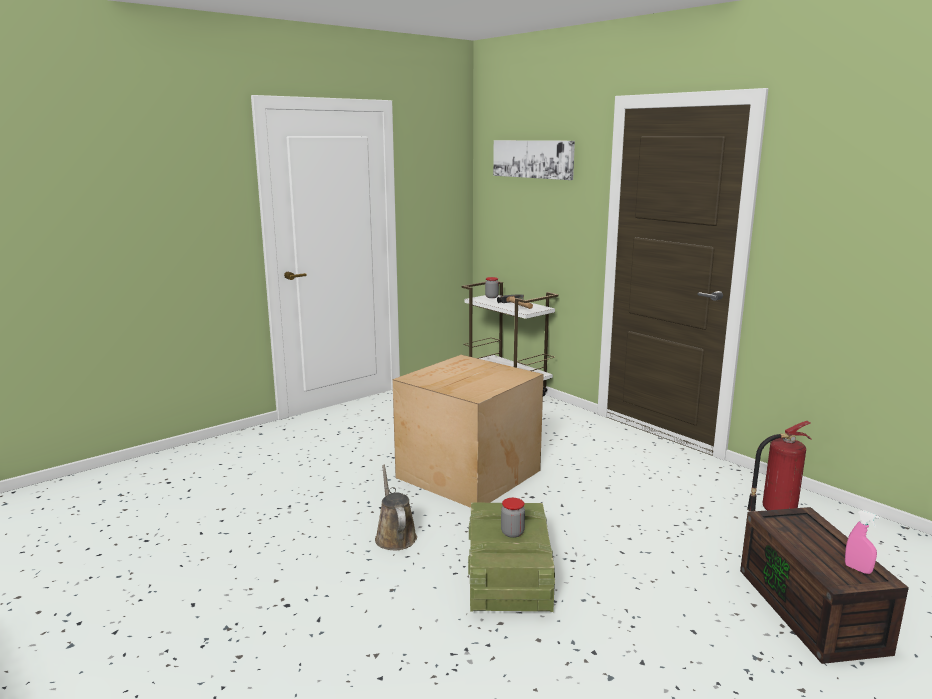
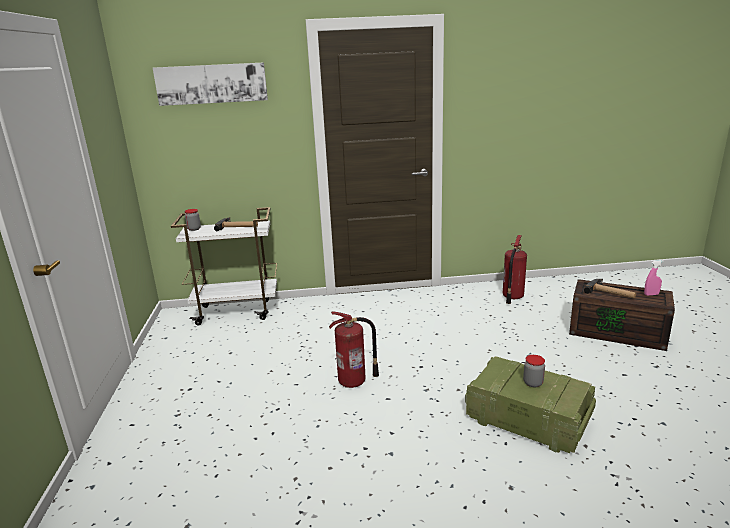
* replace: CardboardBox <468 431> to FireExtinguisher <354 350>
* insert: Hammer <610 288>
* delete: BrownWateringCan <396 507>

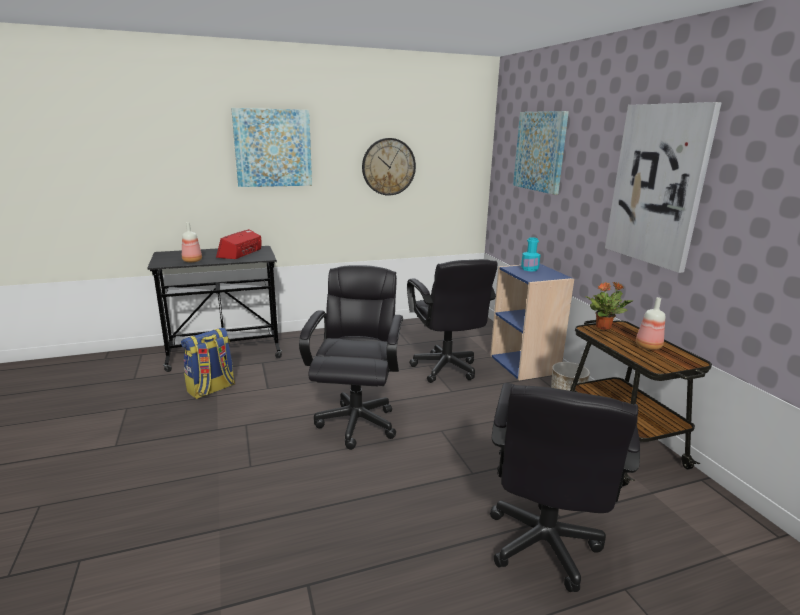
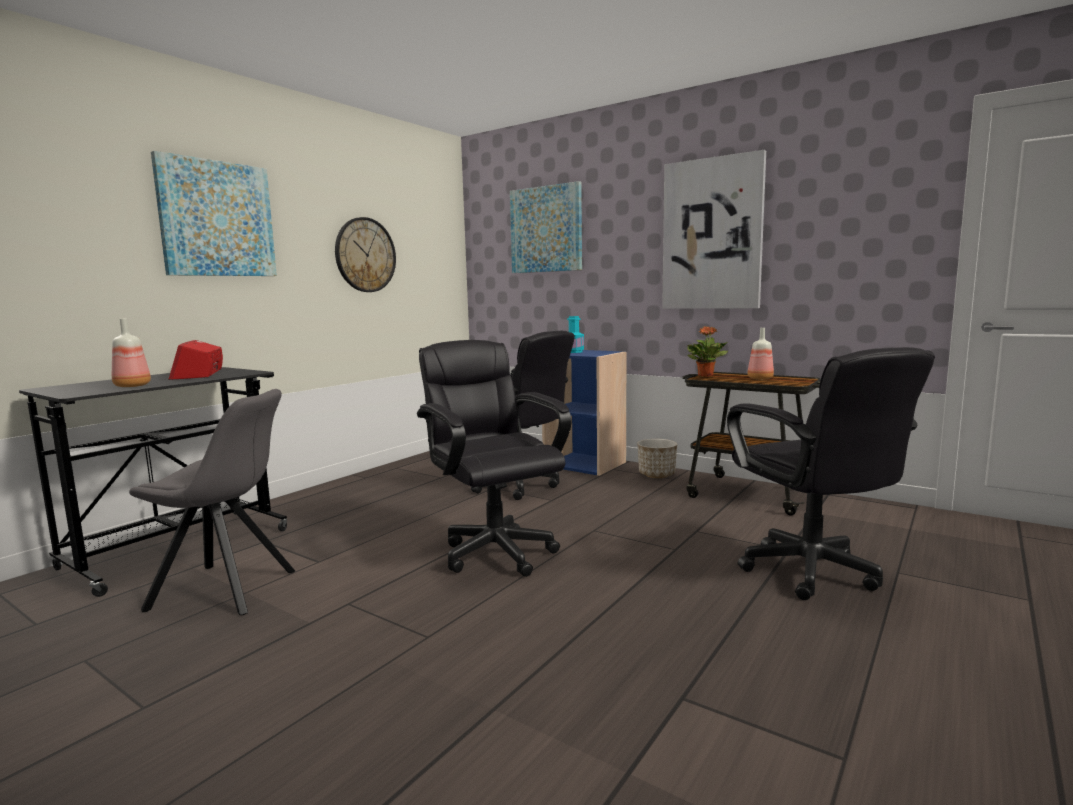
* replace: Backpack <208 363> to GreyChair <212 502>

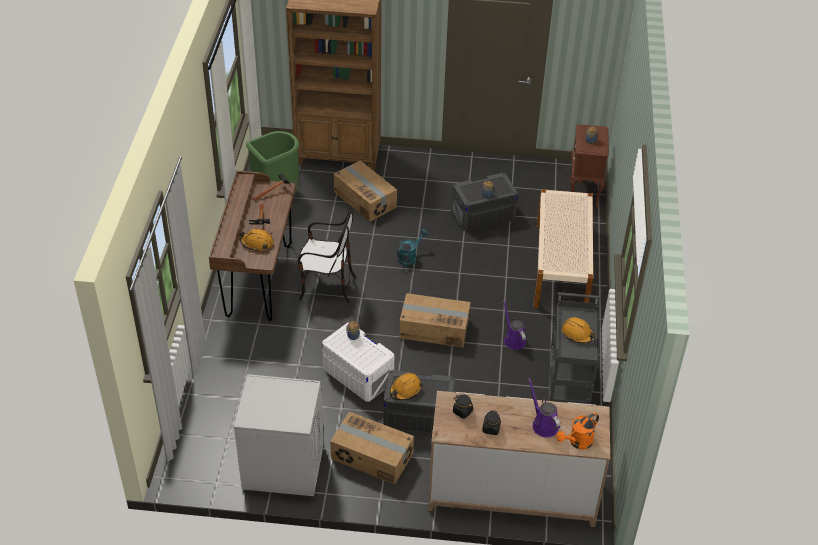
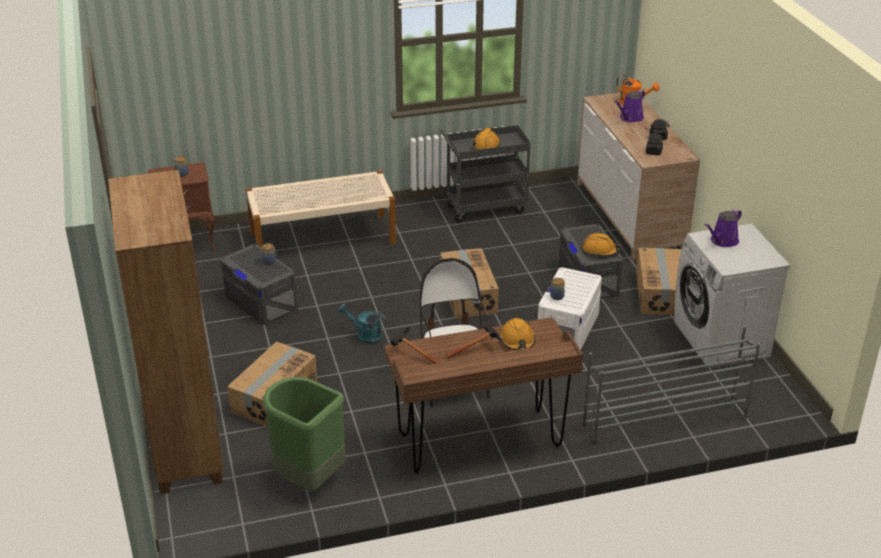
* insert: GreyShoeRack <671 387>
* move: PurpleWateringCan <514 325> to <723 228>

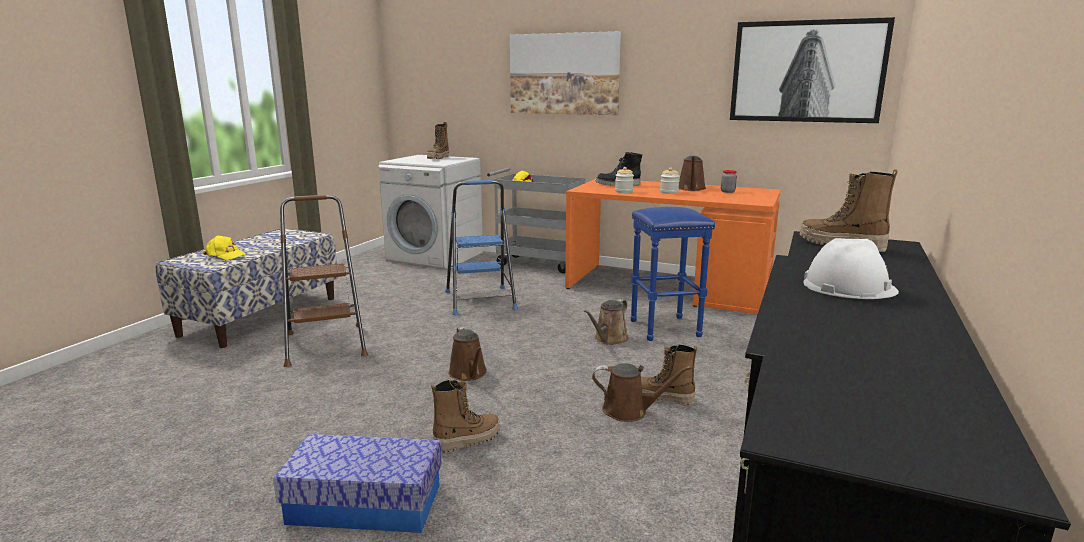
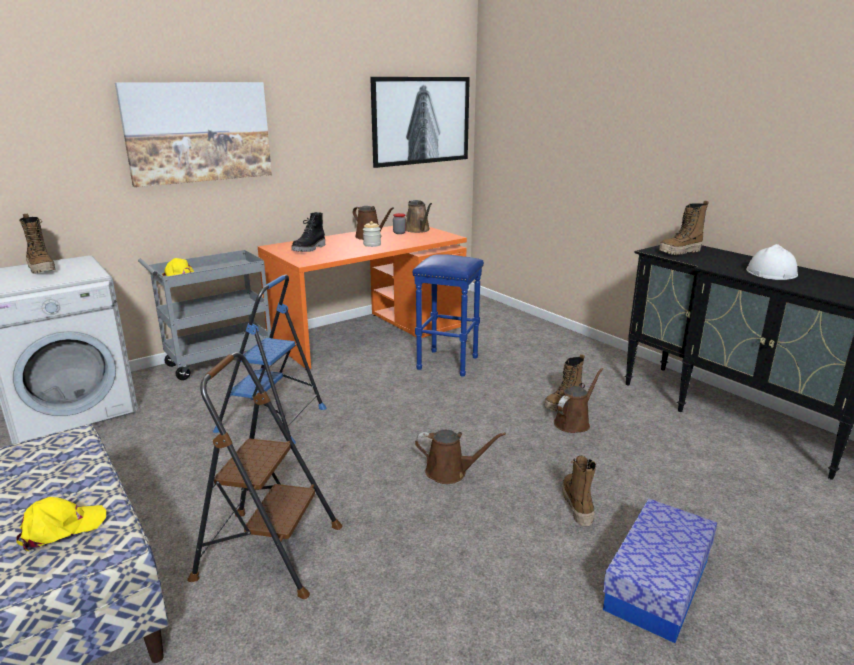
* move: BrownWateringCan <606 322> to <419 216>
* delete: Jar <624 180>

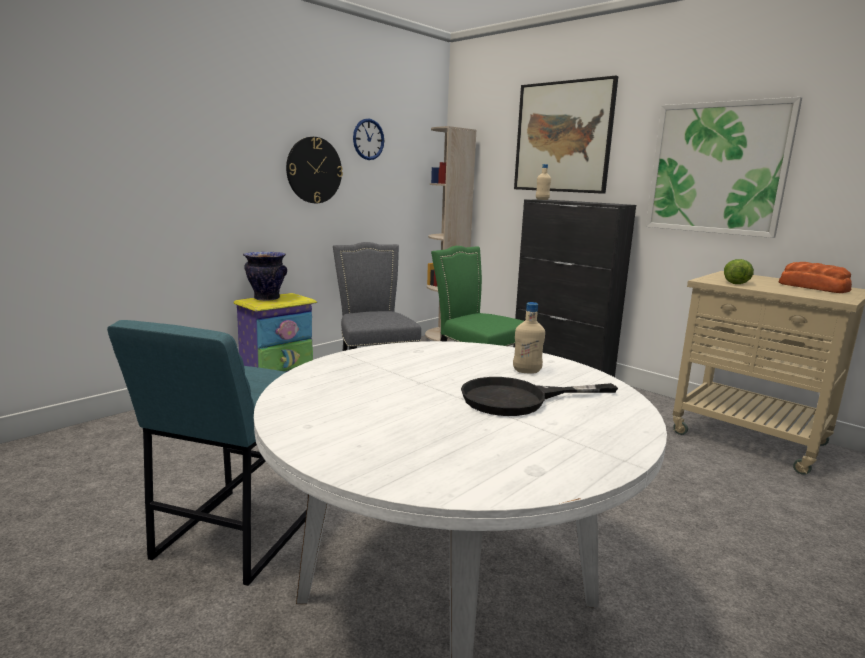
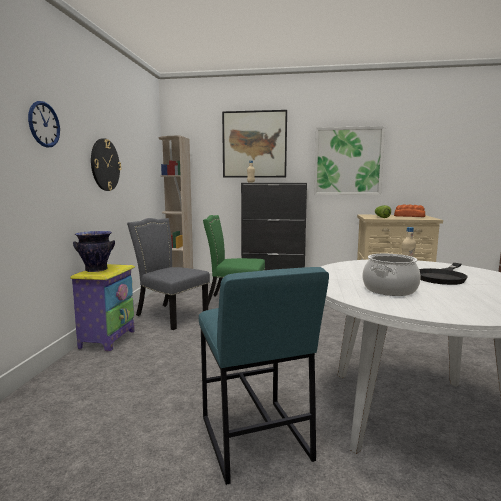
* move: WallClock <368 139> to <44 124>
* insert: CookingPot <391 275>

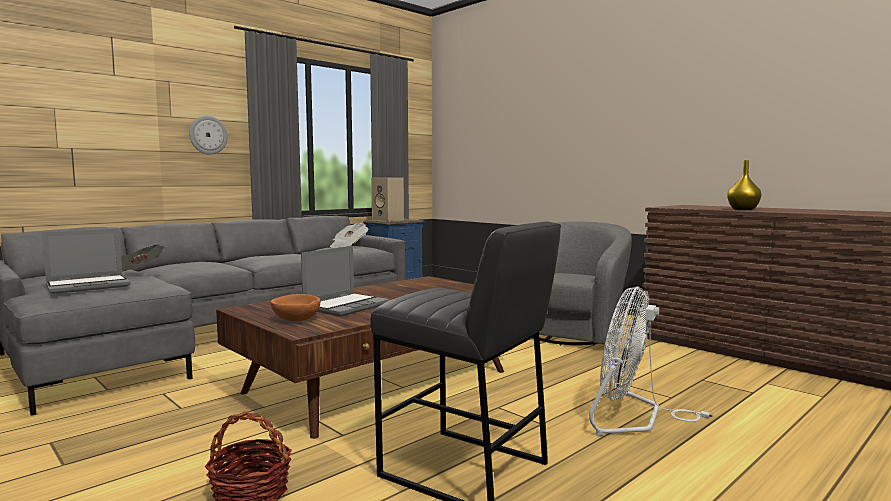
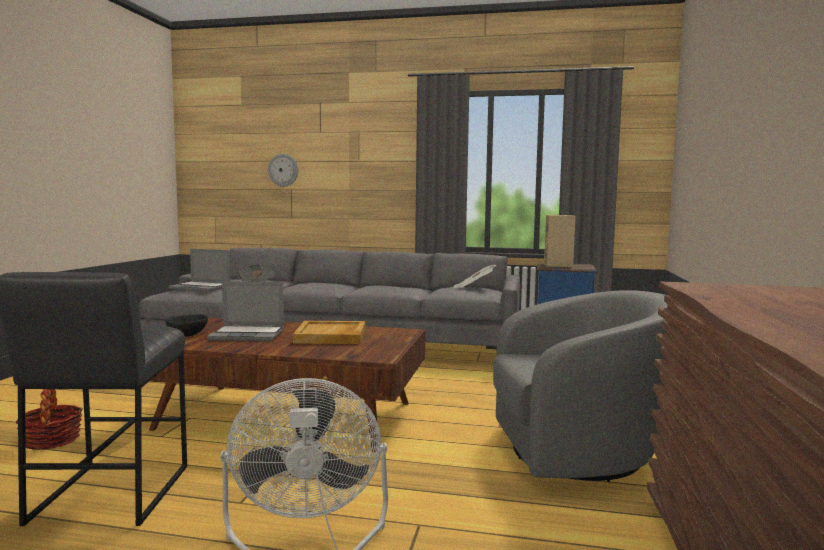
* recolor: OrangeBowl <295 307> to BlackBowl <186 325>
* move: WallClock <208 135> to <283 170>
* insert: BeigeTray <329 332>
* delete: YellowVase <744 185>

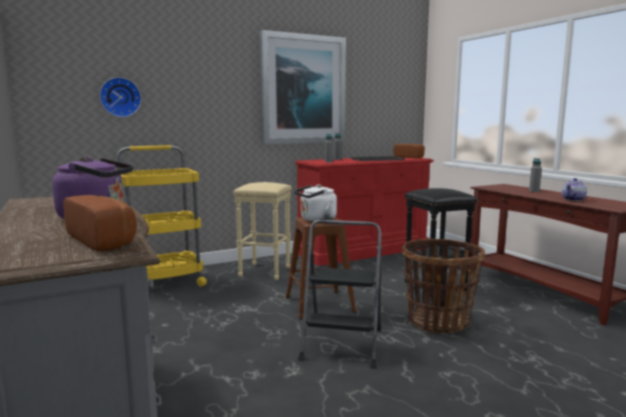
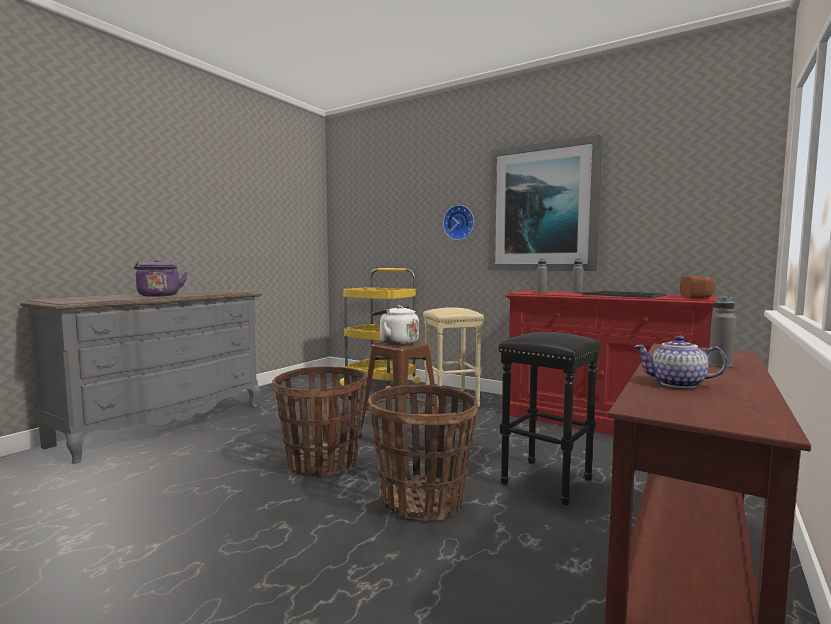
* replace: BlackStepLadder <339 294> to Basket <319 422>
* move: WallClock <120 97> to <458 222>
* delete: Bread <100 223>

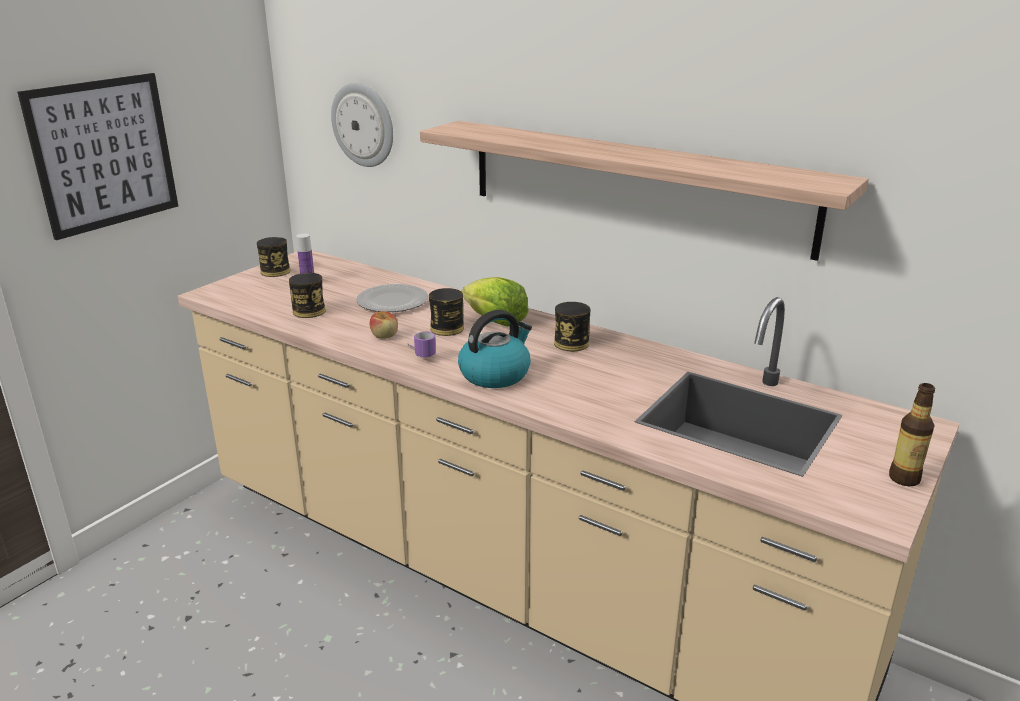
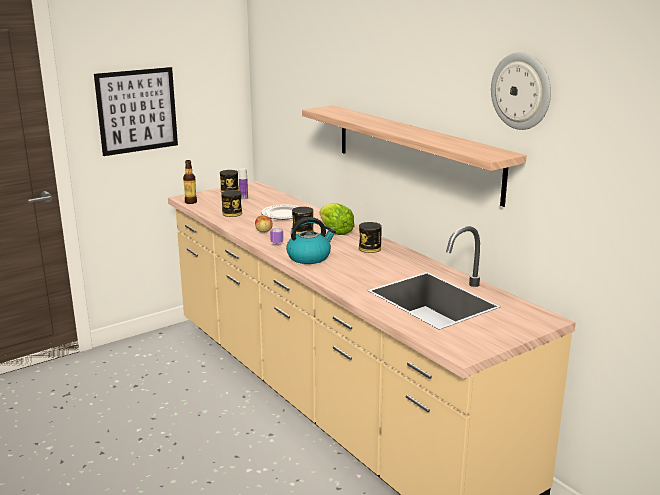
* move: Bottle <912 434> to <190 182>
* move: WallClock <362 125> to <521 91>

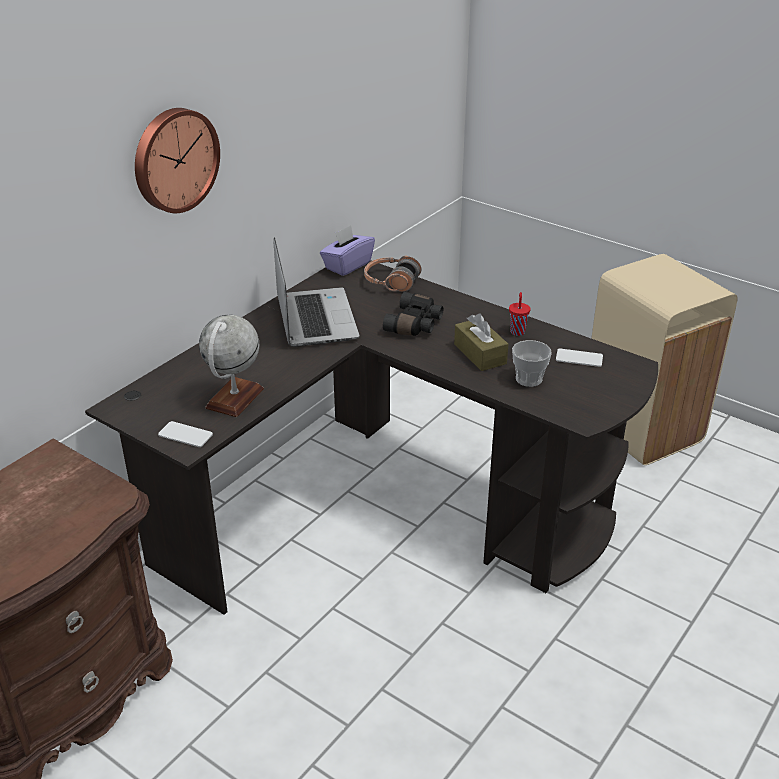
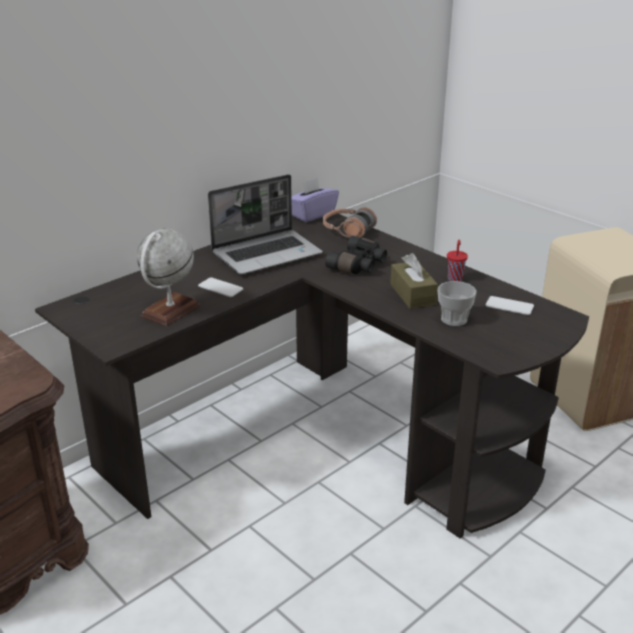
* move: Phone <185 434> to <220 287>
* rotate: Laptop <316 292> = <265 224> 60 degrees clockwise
* delete: WallClock <177 160>

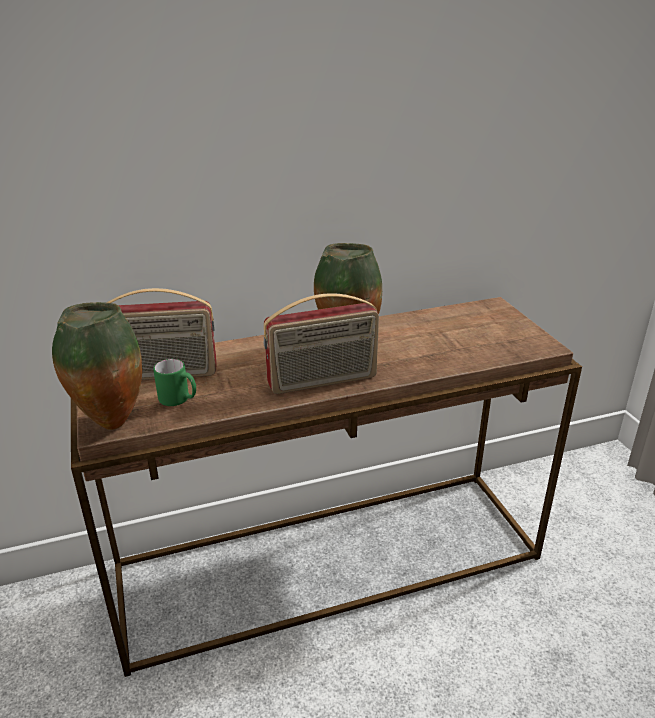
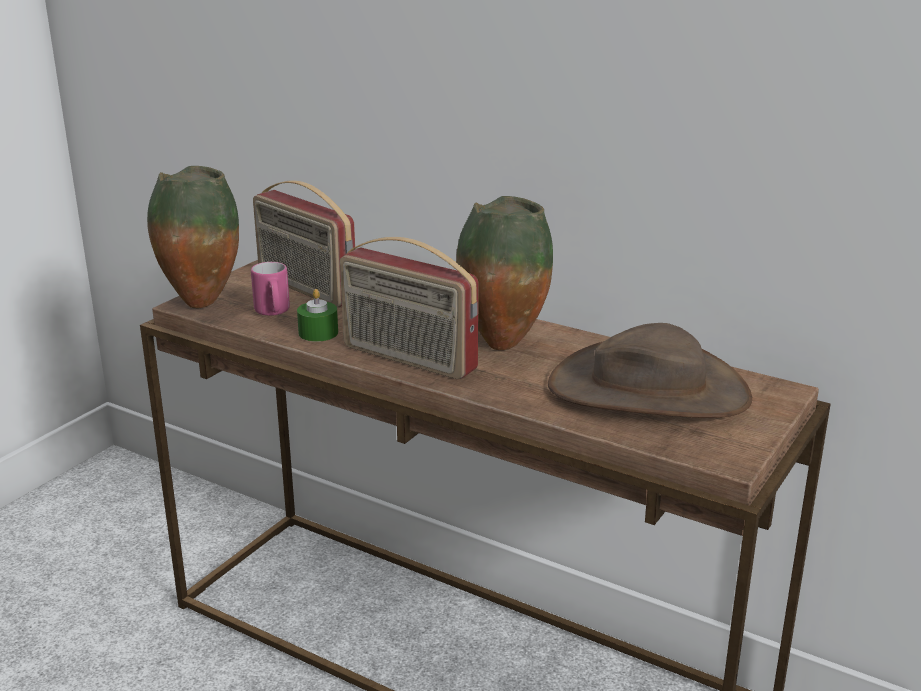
* recolor: GreenMug <174 382> to PinkMug <270 289>
* insert: GreenCandle <317 315>
* insert: BrownHat <650 370>

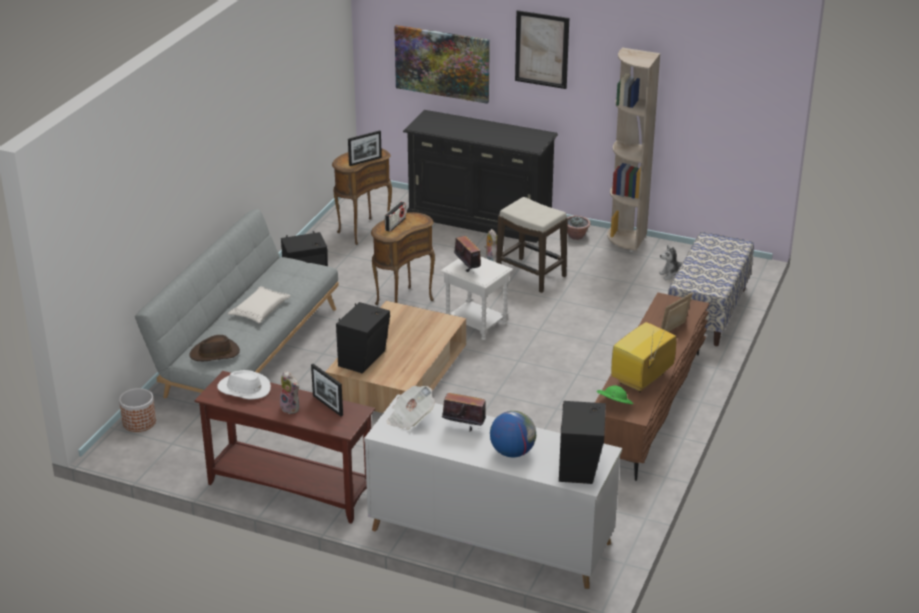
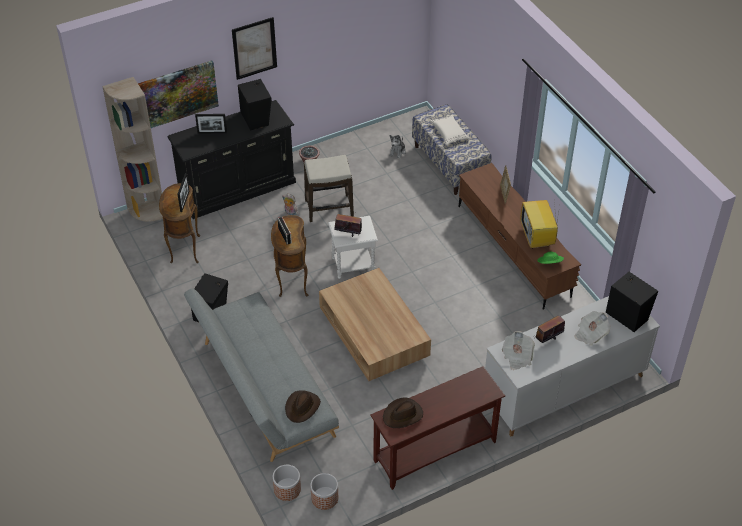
* move: BeigeBookcase <633 150> to <132 149>
* move: PictureFrame <327 390> to <211 123>
* move: BlackSpeaker <363 337> to <255 104>
* insert: Planter <324 491>
* recolor: WhiteHat <244 385> to BrownHat <403 412>
* move: WhitePillow <259 305> to <449 129>
* replace: Globe <513 434> to Newspaper <592 328>
* delete: PlushToy <290 392>

